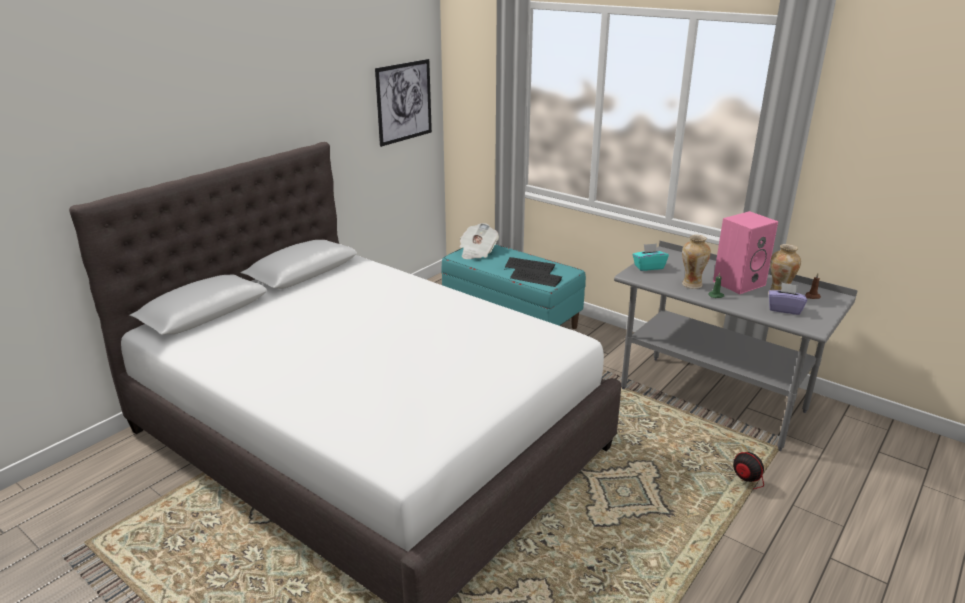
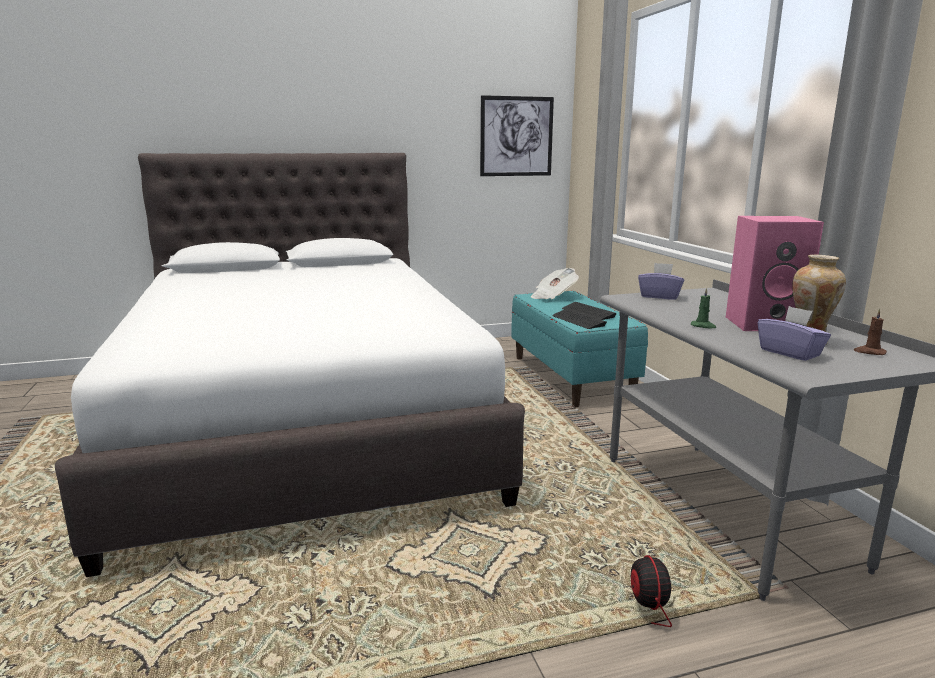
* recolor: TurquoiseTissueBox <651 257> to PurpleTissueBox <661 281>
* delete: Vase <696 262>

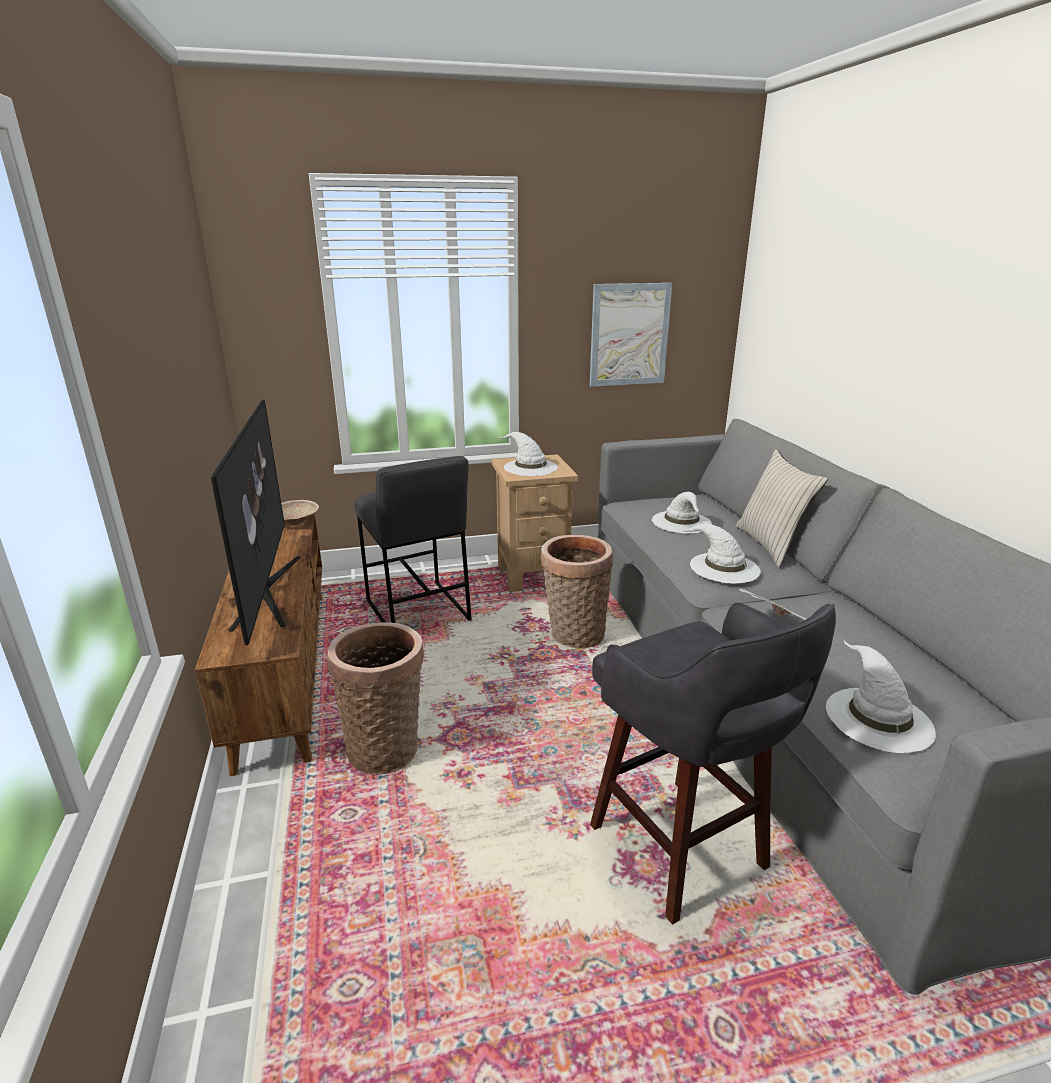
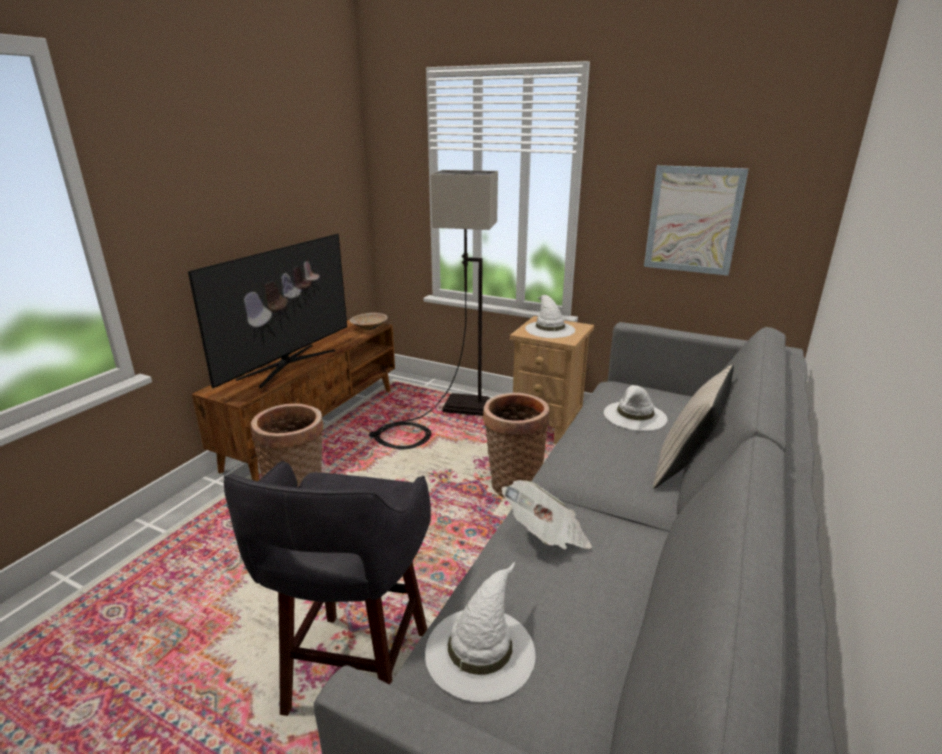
* replace: GreyStool <413 539> to FloorLamp <433 309>
* delete: WhiteHat <720 553>

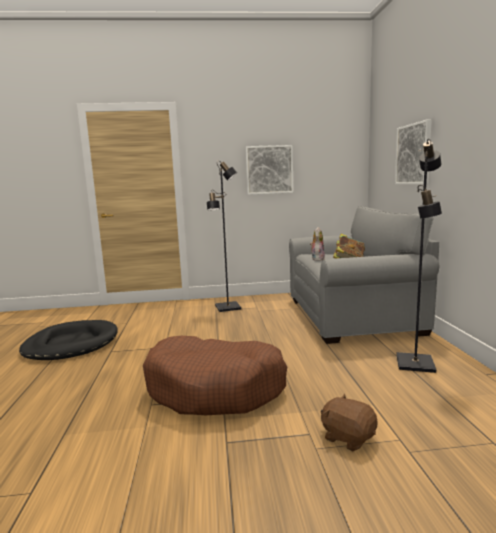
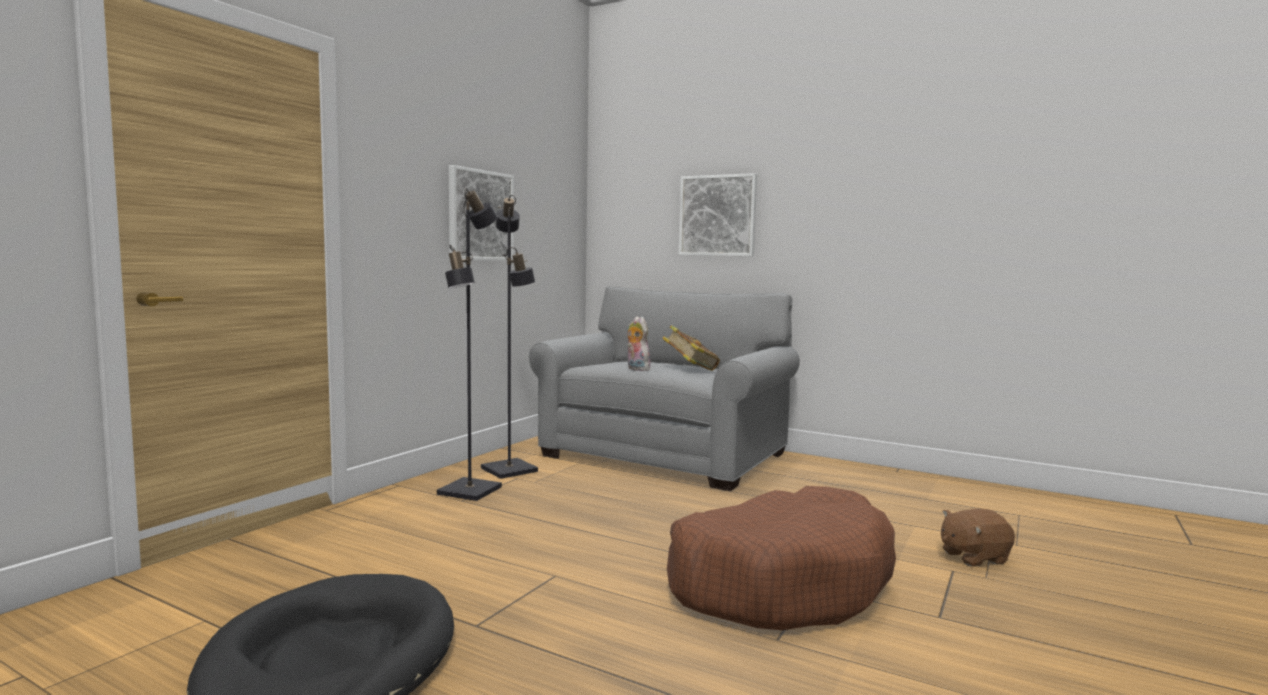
* move: BlackFloorLamp <419 256> to <509 337>

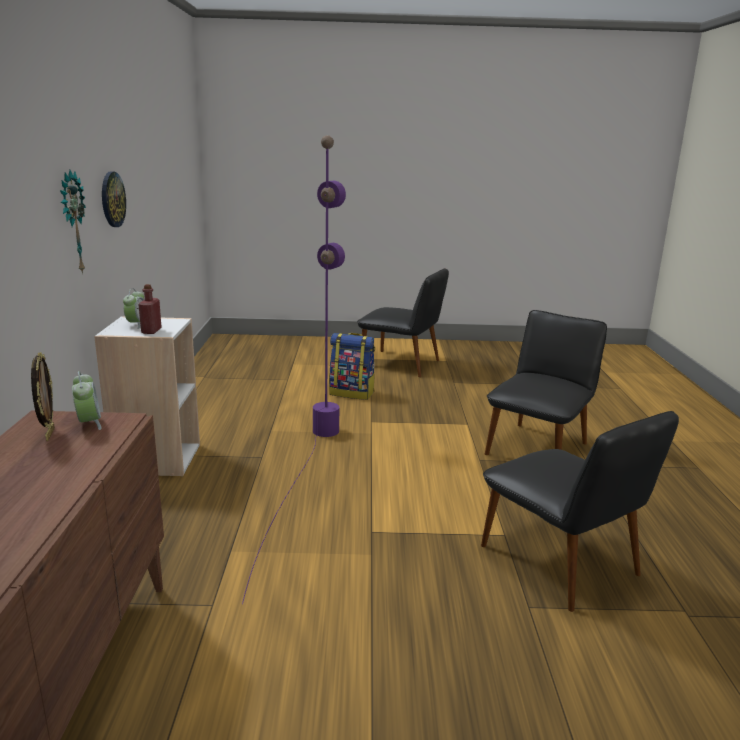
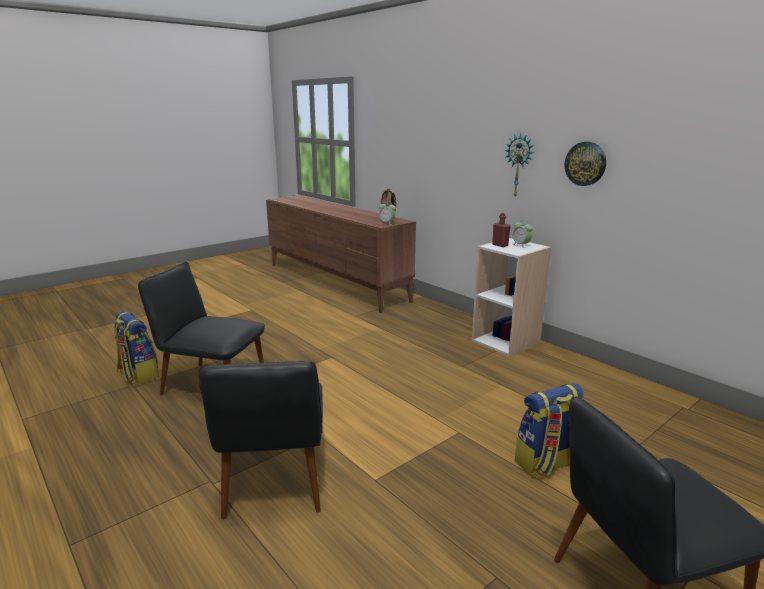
* insert: Backpack <136 348>
* delete: PurpleFloorLamp <294 369>

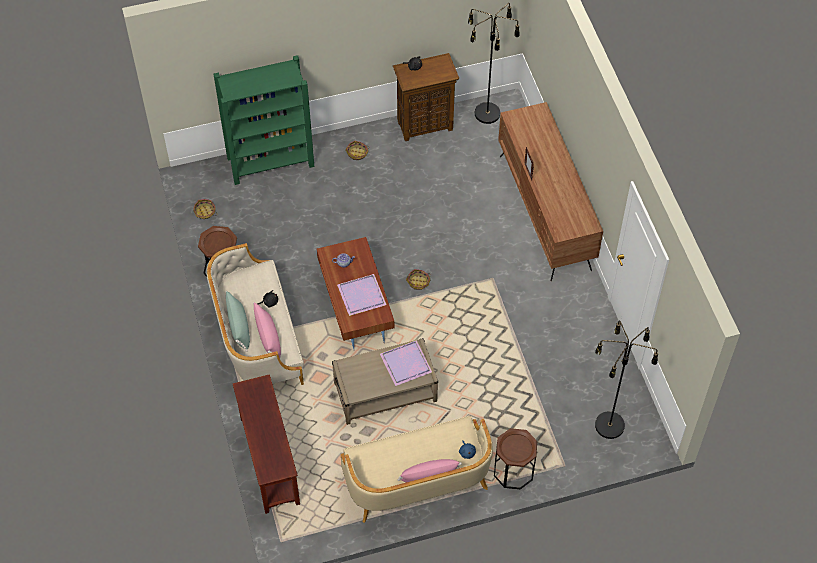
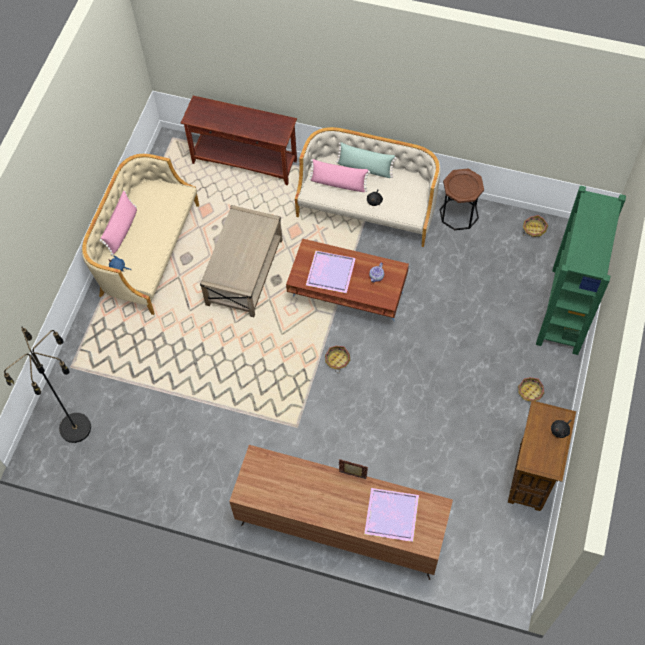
* move: PurpleTray <406 363> to <391 515>
* delete: FloorLamp <494 63>
* delete: BrownSideTable <515 458>

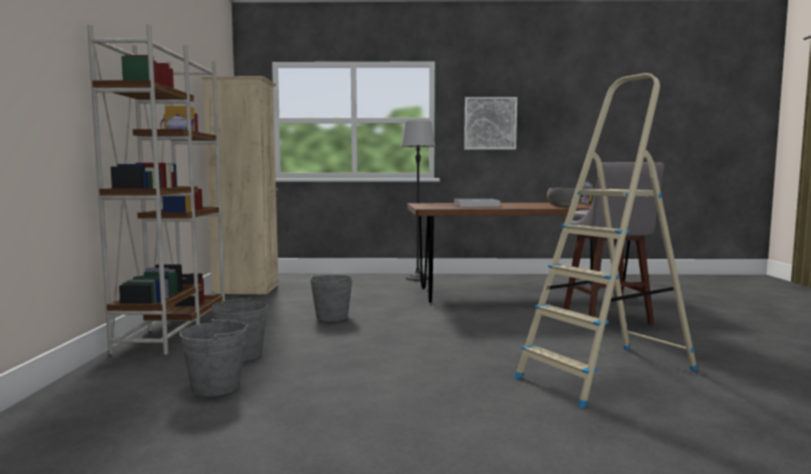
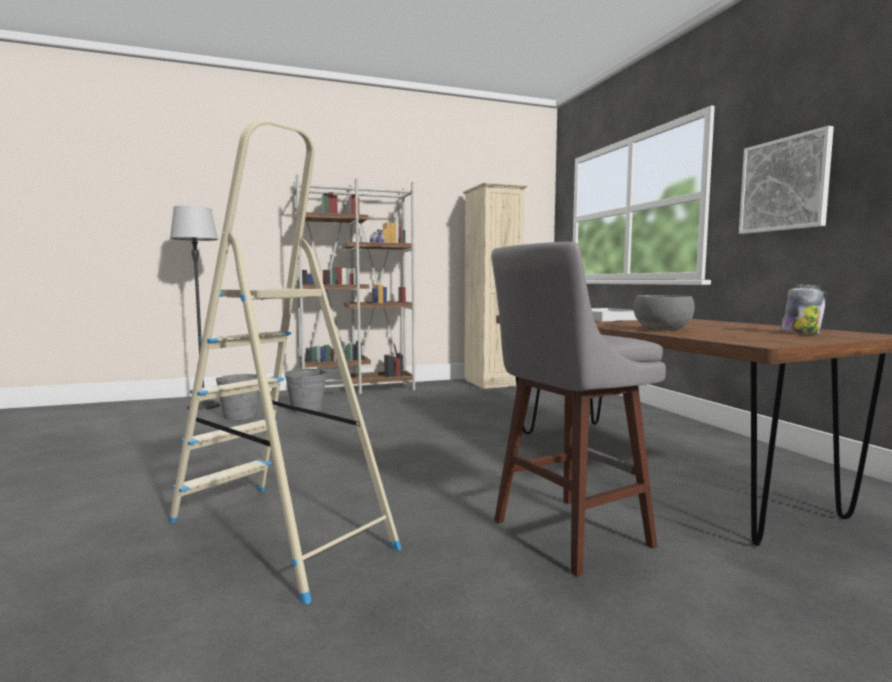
* move: FloorLamp <418 200> to <195 307>
* delete: GreyBucket <331 298>

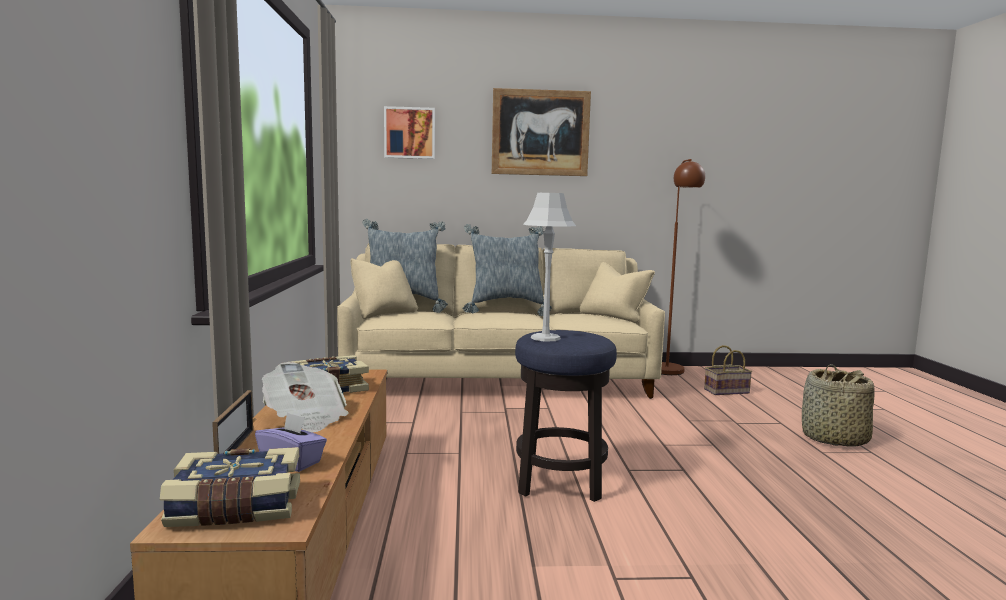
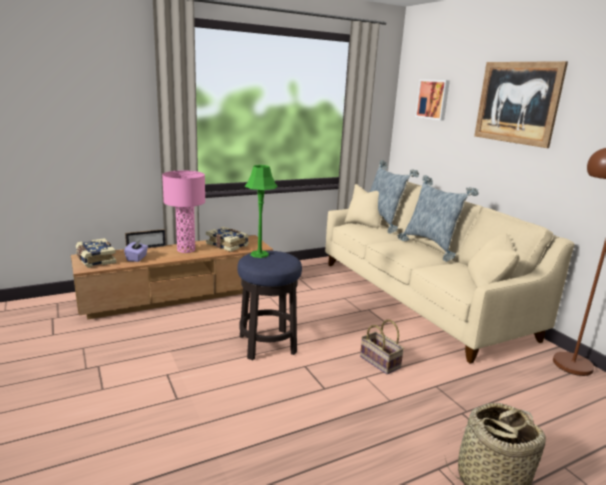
* replace: Newspaper <305 397> to PinkTableLamp <183 211>
* recolor: GreyTableLamp <549 267> to GreenTableLamp <260 211>
* move: Basket <728 370> to <382 347>

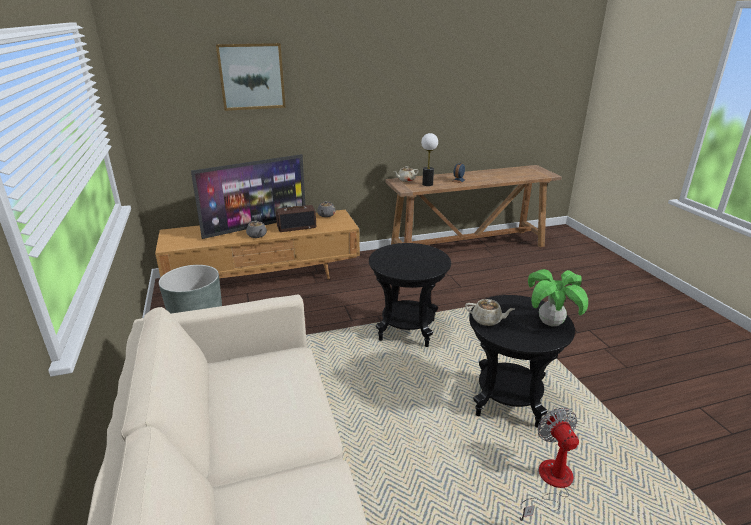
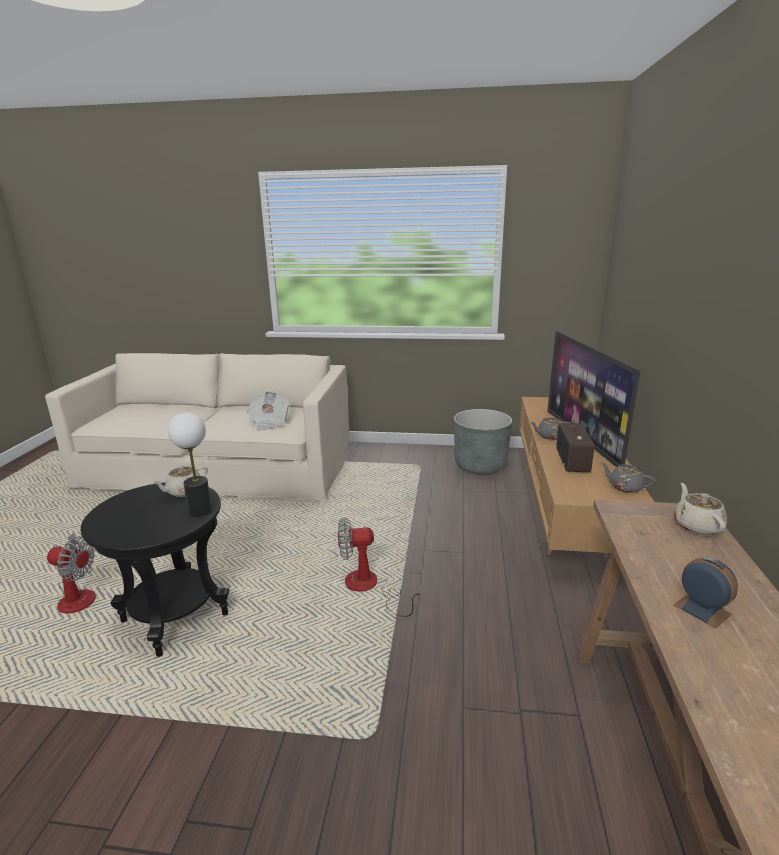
* move: TableLamp <429 159> to <190 464>
* insert: Newspaper <269 411>
* replace: BlackSideTable <410 295> to Fan <379 567>
* delete: Picture <251 77>
* delete: PottedPlant <558 297>

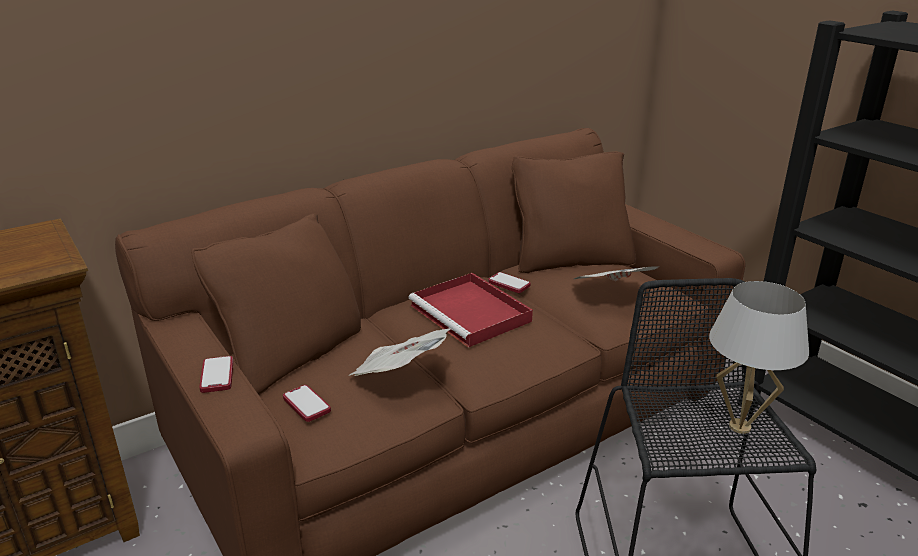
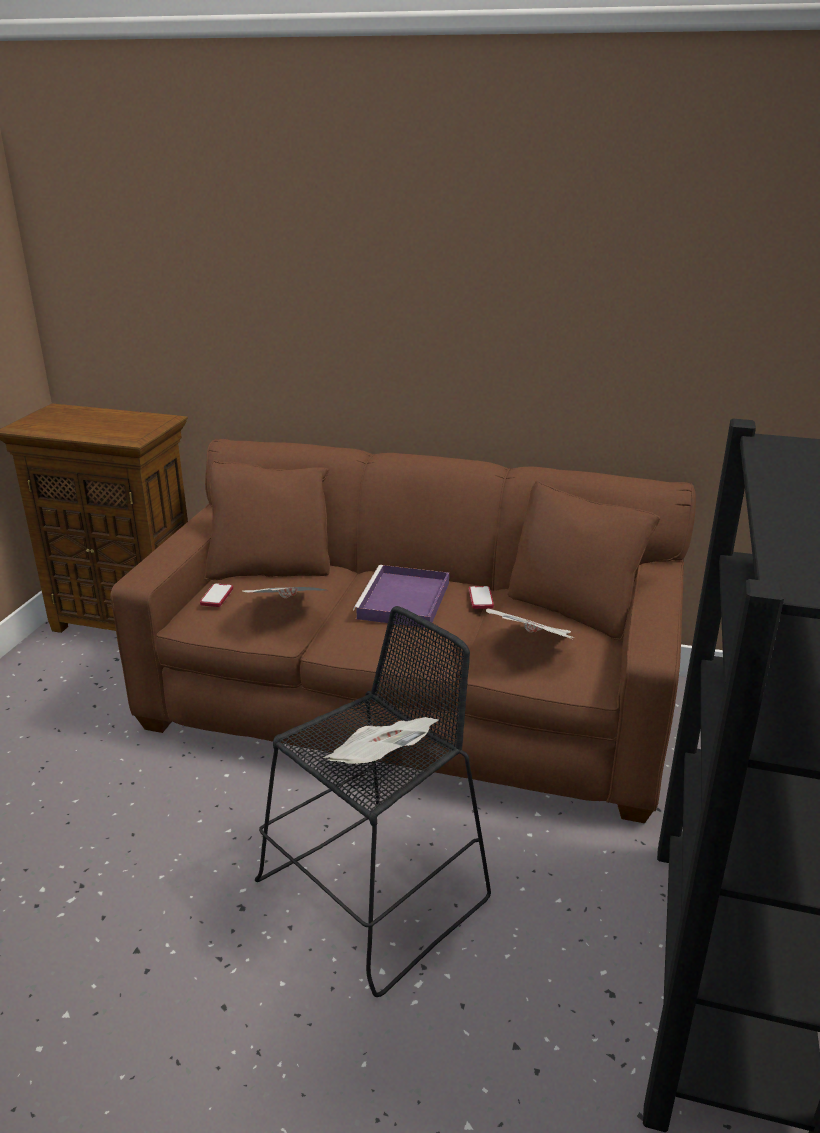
* replace: WhiteTableLamp <759 357> to Newspaper <381 740>
* recolor: RedTray <471 310> to PurpleTray <401 596>
* delete: Phone <216 374>

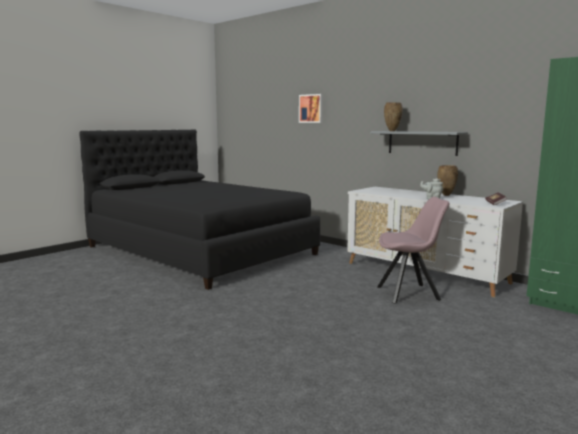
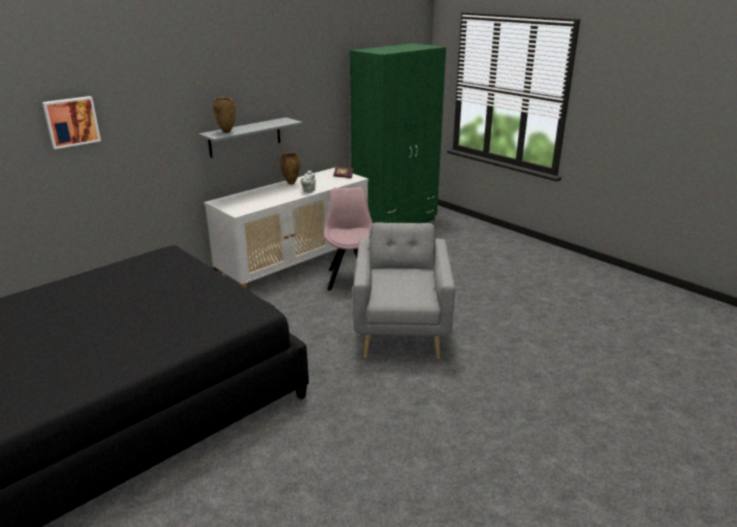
* insert: GreyArmchair <404 291>

